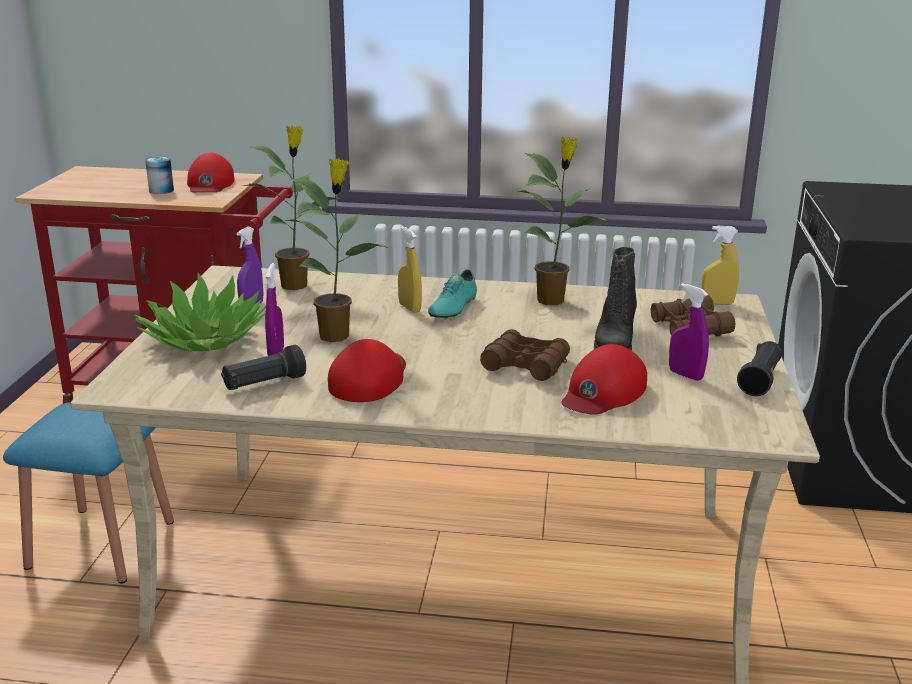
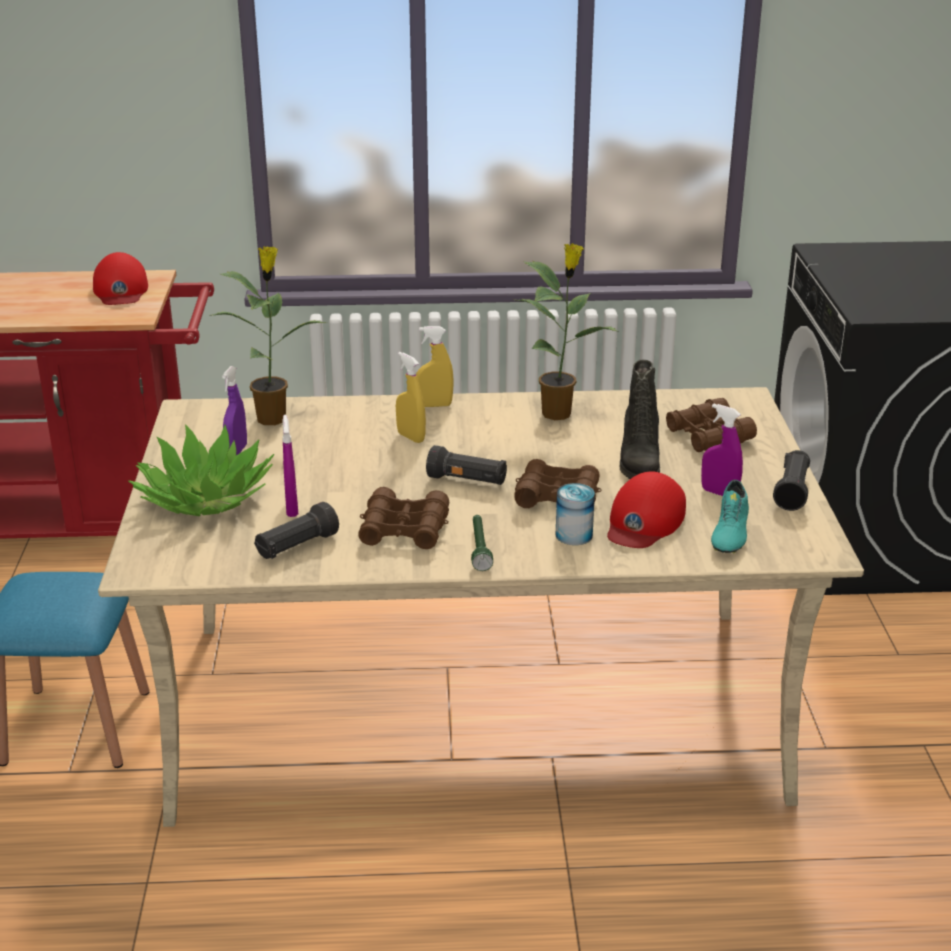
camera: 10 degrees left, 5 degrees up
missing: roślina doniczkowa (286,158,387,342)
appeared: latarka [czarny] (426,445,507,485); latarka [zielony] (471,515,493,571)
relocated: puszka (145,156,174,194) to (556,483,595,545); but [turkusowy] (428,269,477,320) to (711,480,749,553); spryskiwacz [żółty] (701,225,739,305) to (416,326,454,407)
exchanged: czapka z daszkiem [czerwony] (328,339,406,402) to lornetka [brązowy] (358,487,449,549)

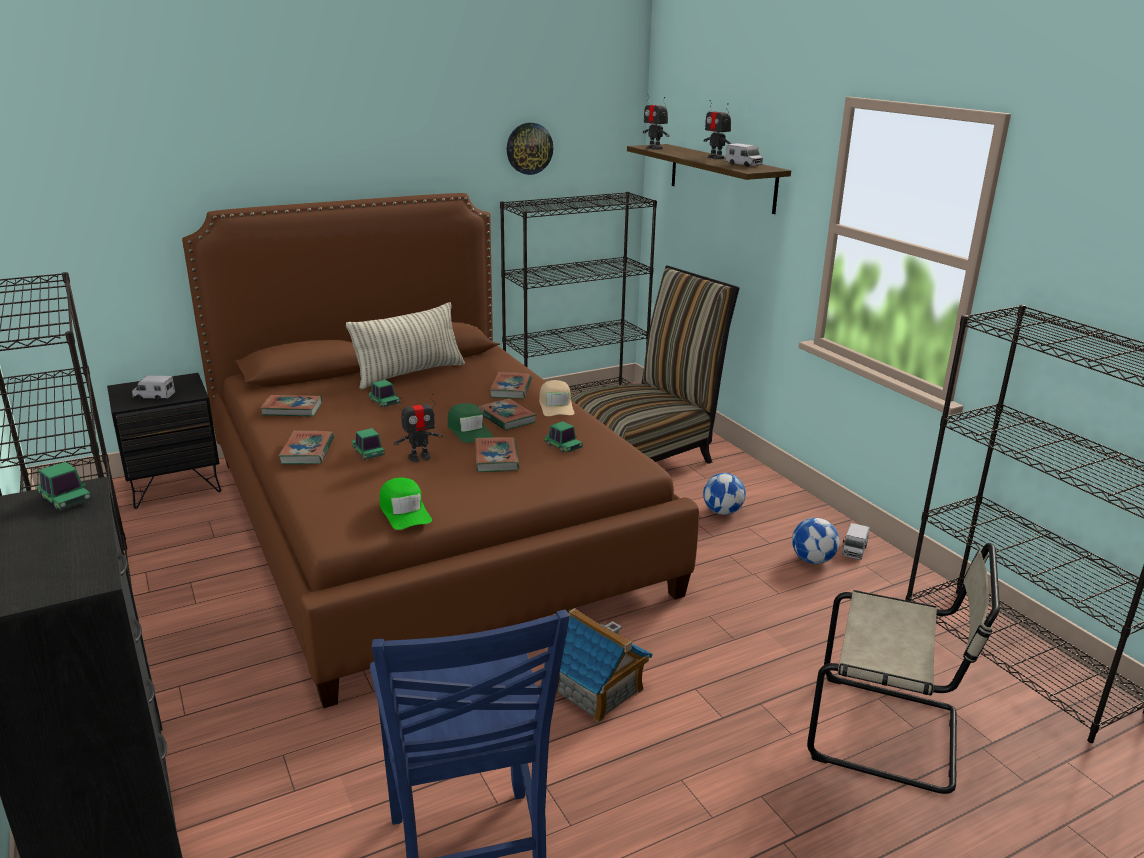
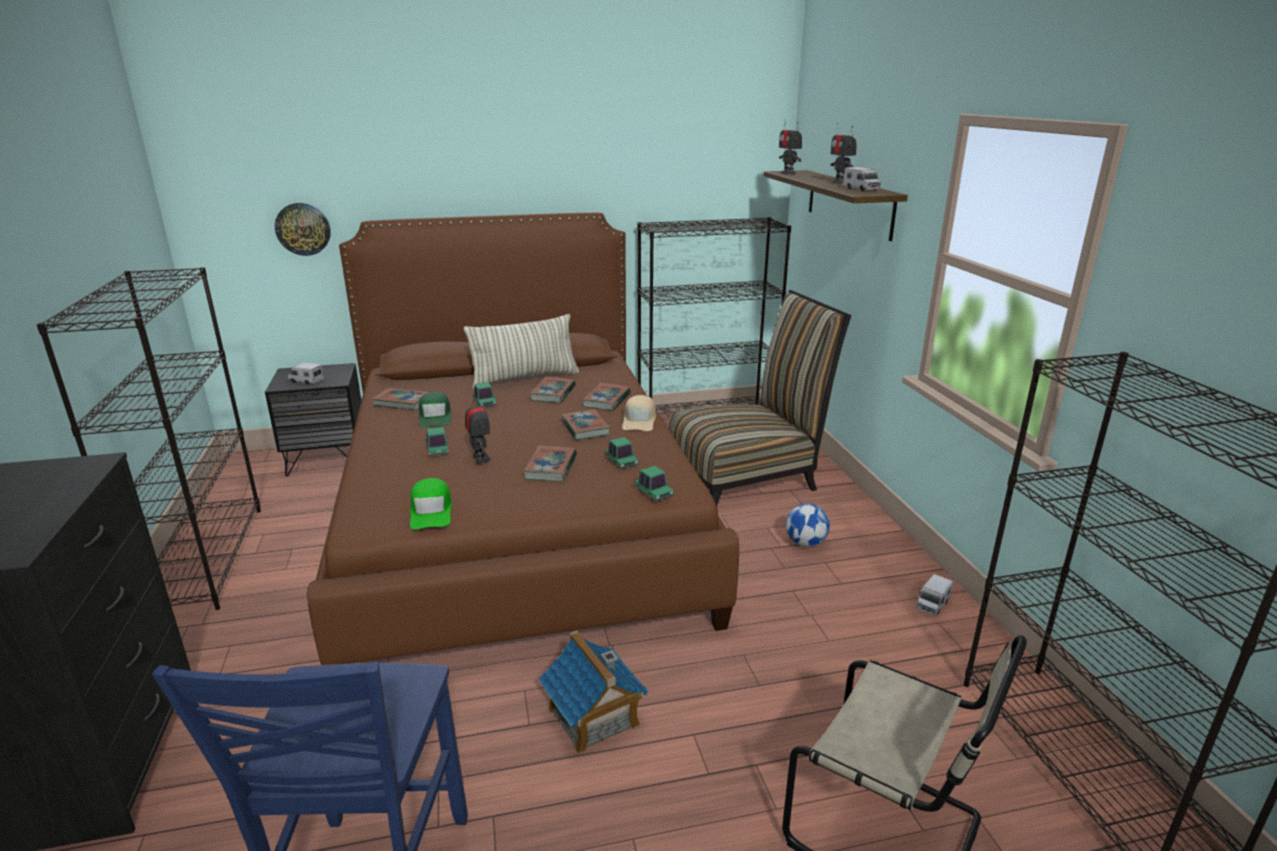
camera: 15 degrees right, 0 degrees up
missing: piłka futbolowa (792,518,840,564)
relocated: samochodzik (37,462,92,510) to (634,466,674,501); książka (278,431,334,464) to (529,377,576,403); czapka z daszkiem [zielony] (447,403,493,443) to (419,392,451,428); zegar ścienny (507,122,553,175) to (275,203,331,256)
spun: robot zabawkowy (394,393,443,462) = (465,394,490,464) 105 degrees counterclockwise

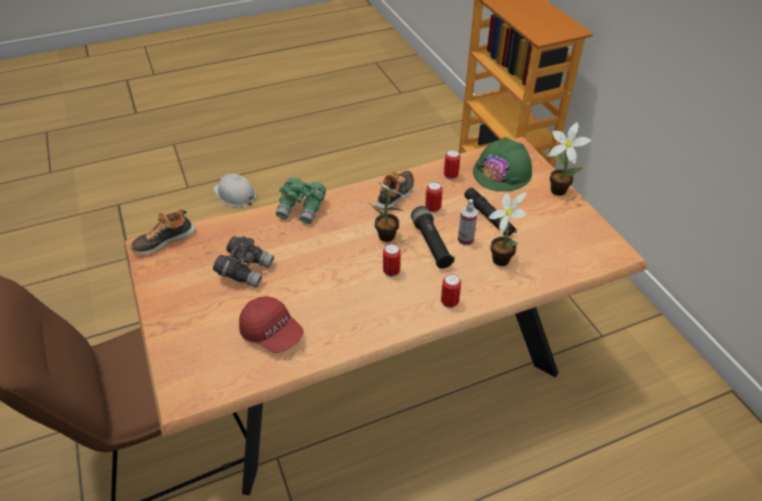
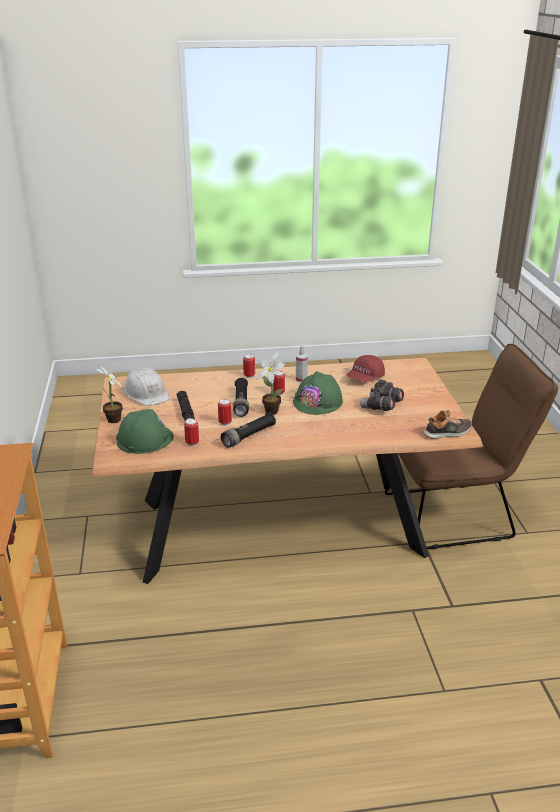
camera: 165 degrees left, 15 degrees down
missing: lornetka [zielony] (276,178,326,224); roślina doniczkowa (488,192,527,266)
appeared: kask [zielony] (293,371,343,415)
relocated: kask [biały] (213,173,256,207) to (124,367,169,406); spryskiwacz (458,199,478,246) to (296,345,308,383)
exchanged: but (375,170,414,210) to latarka [czarny] (221,413,276,448)
spun: czapka z daszkiem [czerwony] (239,296,304,353) = (346,355,385,382) 105 degrees counterclockwise

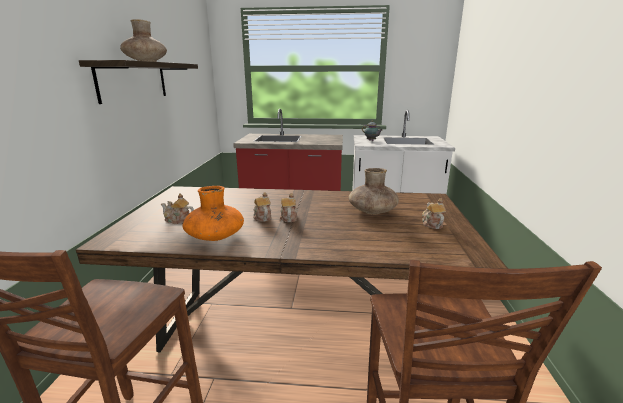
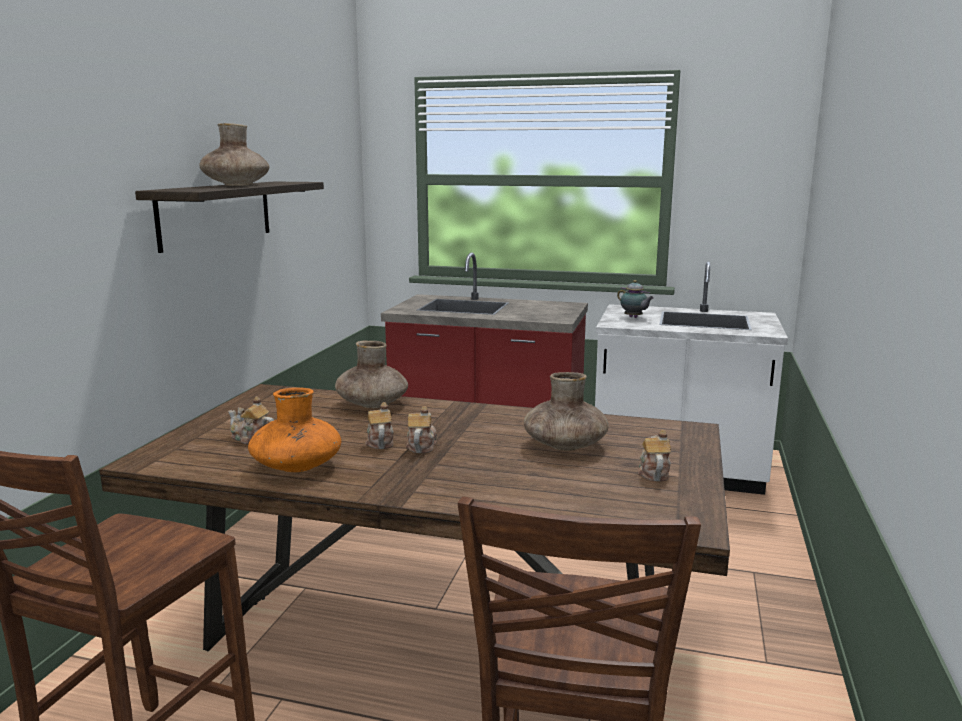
camera: 10 degrees right, 5 degrees down
appeared: wazon [brązowy] (335,341,408,408)

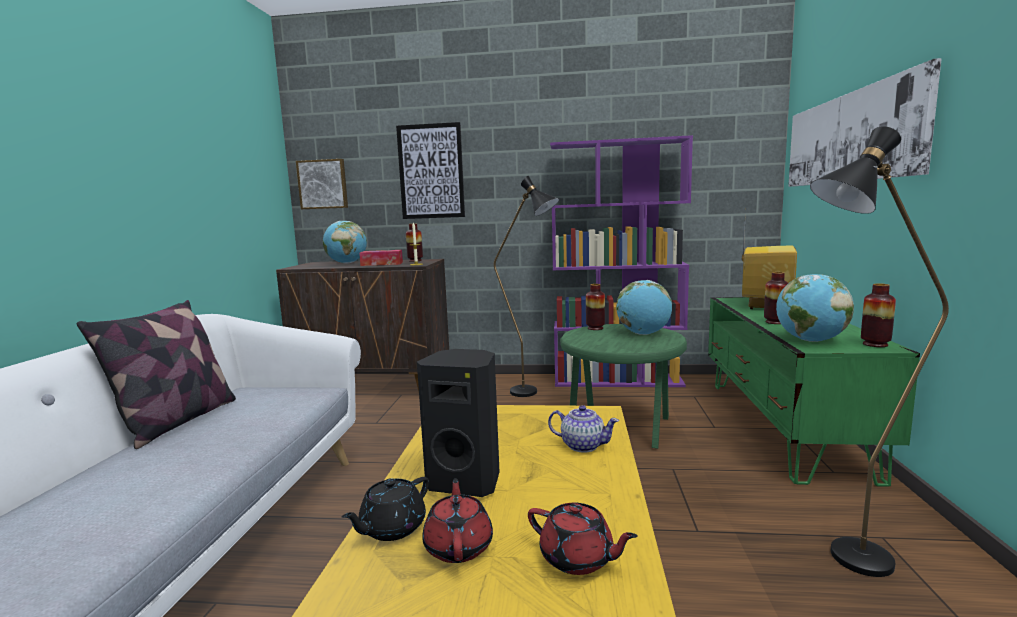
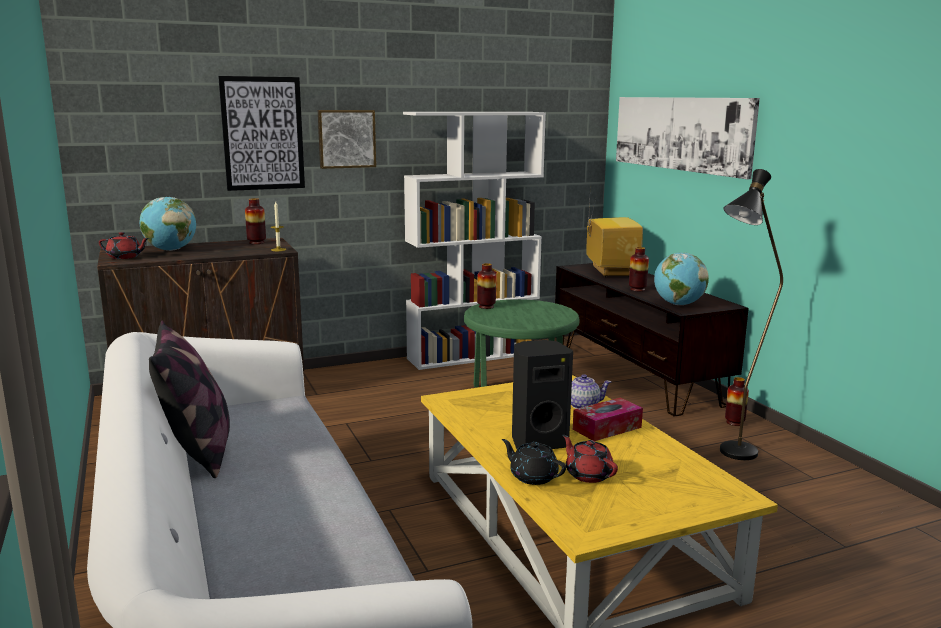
camera: 30 degrees left, 5 degrees up
missing: lampa stojąca [czarny] (494,176,559,397); globus (616,280,672,335)
relocated: obraz (296,159,348,209) to (318,110,376,169); pudełko chusteczek (359,250,403,266) to (573,397,643,441); imbryk [czerwony] (528,503,638,575) to (99,232,149,259); wazon (861,284,896,347) to (725,377,749,426)
colour: regał [fioletowy] (550,135,693,387) to regał [biały] (403,112,546,370); szafka pod telewizor [zielony] (708,297,920,487) to szafka pod telewizor [brązowy] (555,263,749,416)
spun: imbryk [czarny] (342,477,429,541) = (502,439,566,485) 120 degrees clockwise

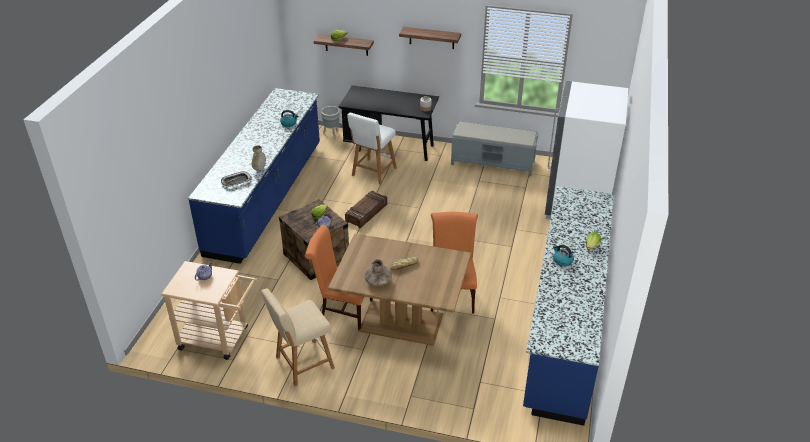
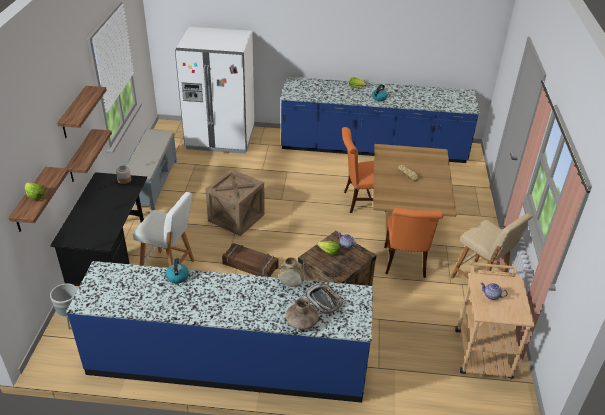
camera: 100 degrees left, 0 degrees up
appeared: półka (66,129,112,182); skrzynka (205,169,265,236)
relocated: wazon [brązowy] (365,259,392,286) to (286,297,319,329)

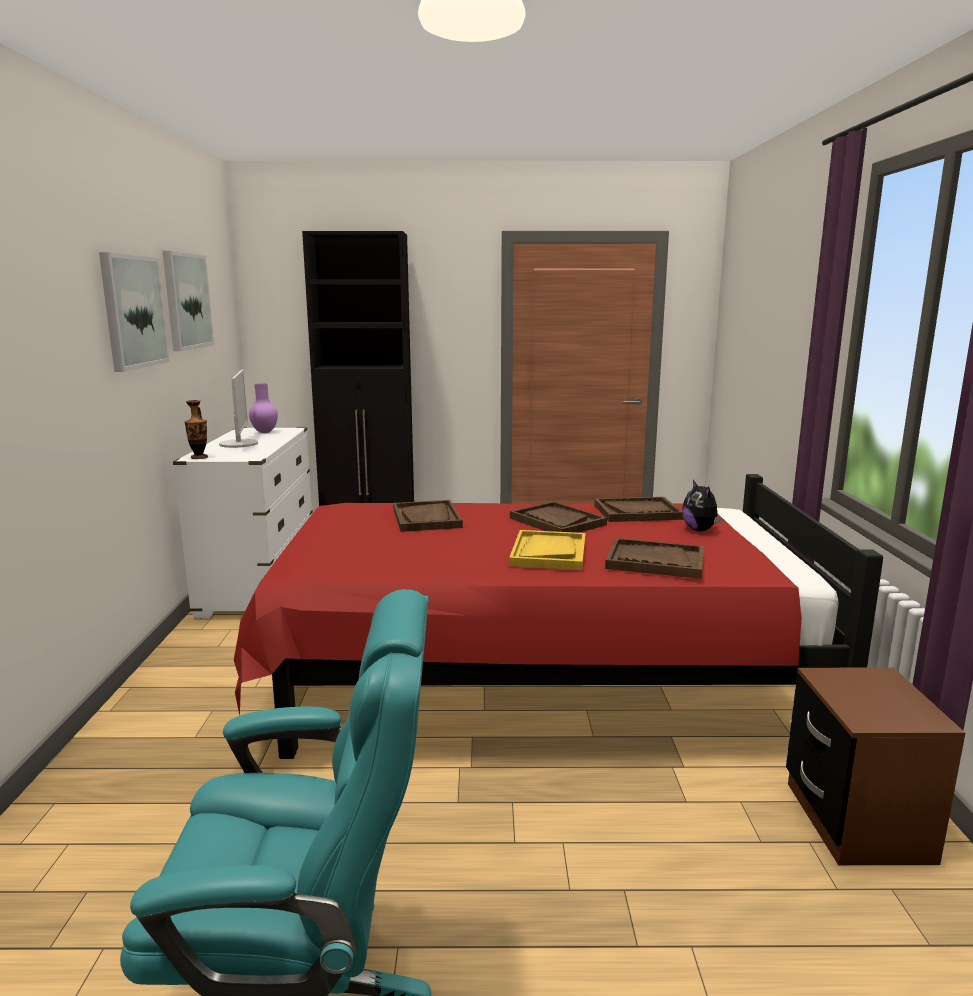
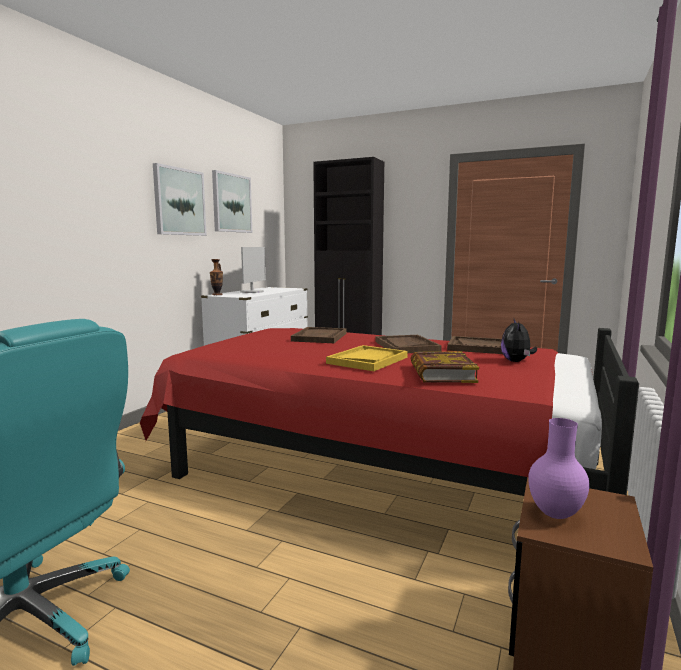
camera: 25 degrees right, 5 degrees down
relocated: wazon [fioletowy] (249,383,278,433) to (528,418,589,519)
exchanged: taca [brązowy] (605,538,704,579) to książka (410,352,479,383)

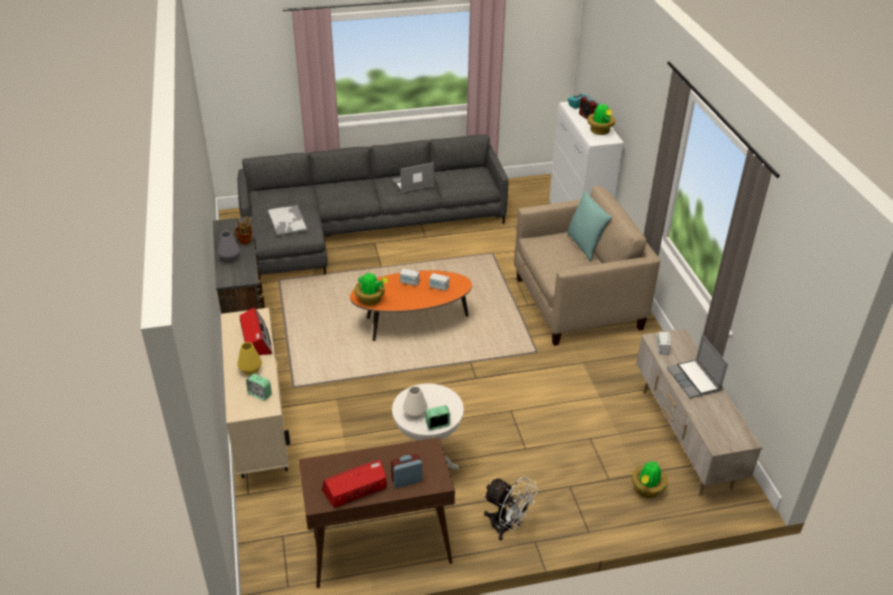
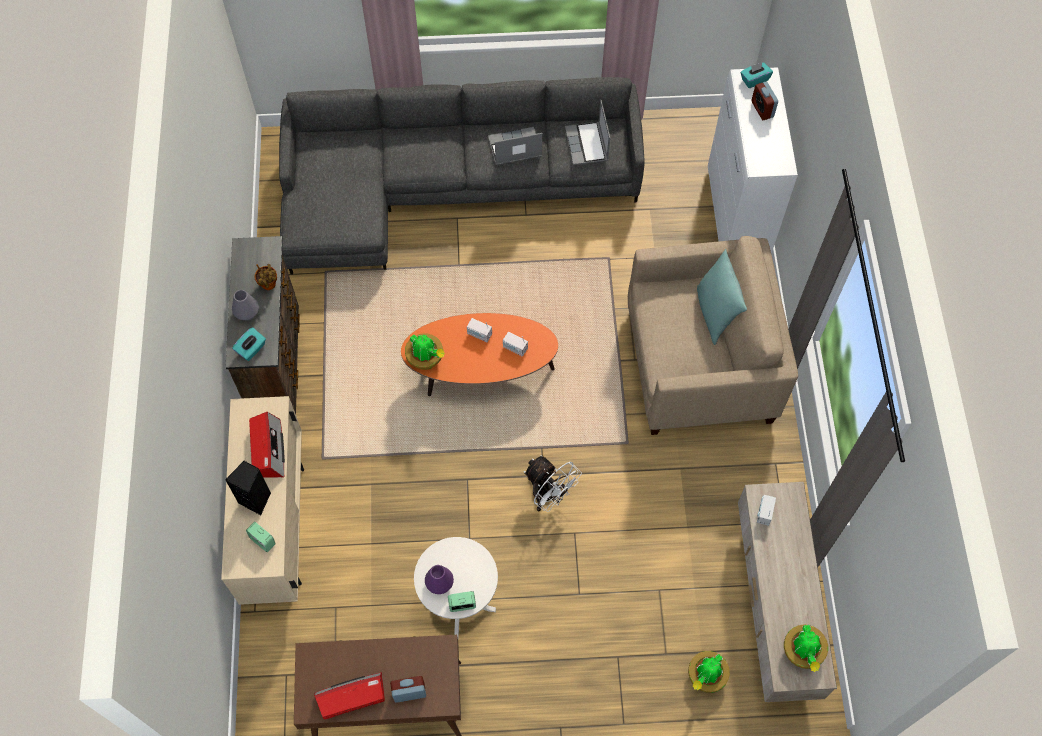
camera: 10 degrees right, 25 degrees up
missing: taca (267,204,308,236)
appeared: pudełko chusteczek [turkusowy] (232,327,266,361)
relocated: wentylator [biały] (484,477,538,540) to (524,455,582,512); roślina doniczkowa (587,102,615,135) to (784,623,828,672); laptop (667,334,728,398) to (565,100,610,165)
exchanged: wazon [żółty] (237,342,262,375) to głośnik [czarny] (225,461,271,515)
colour: wazon [biały] (403,386,428,419) to wazon [fioletowy] (425,565,454,594)

